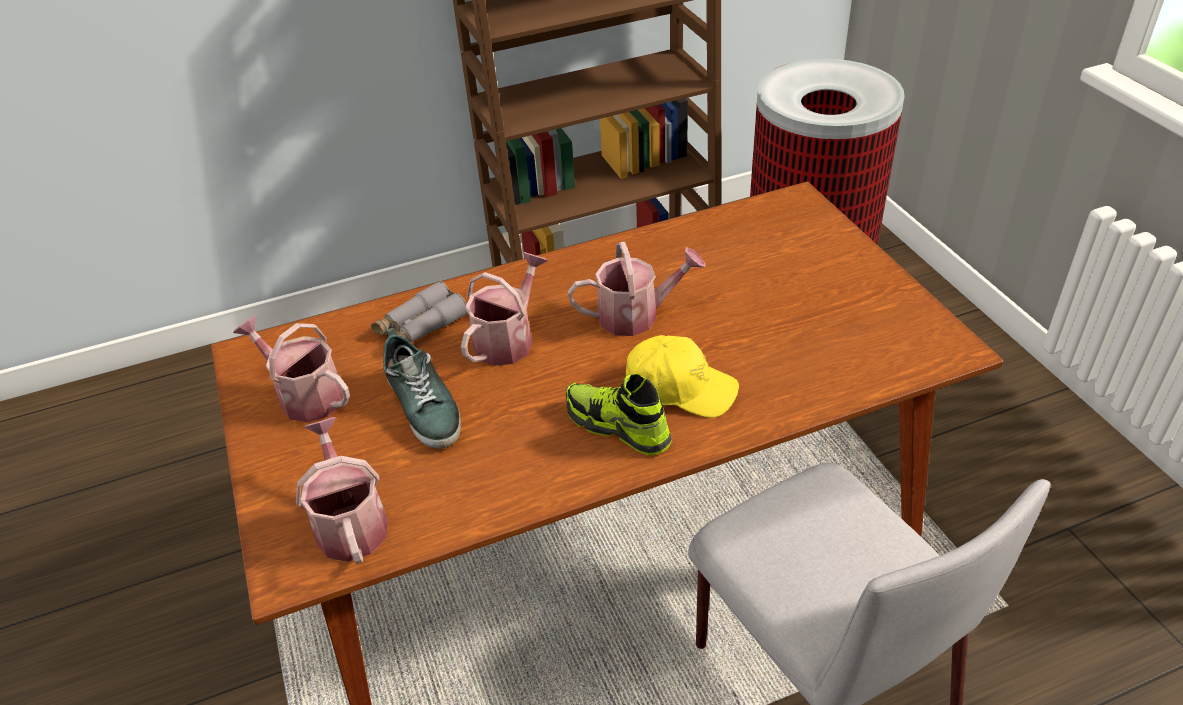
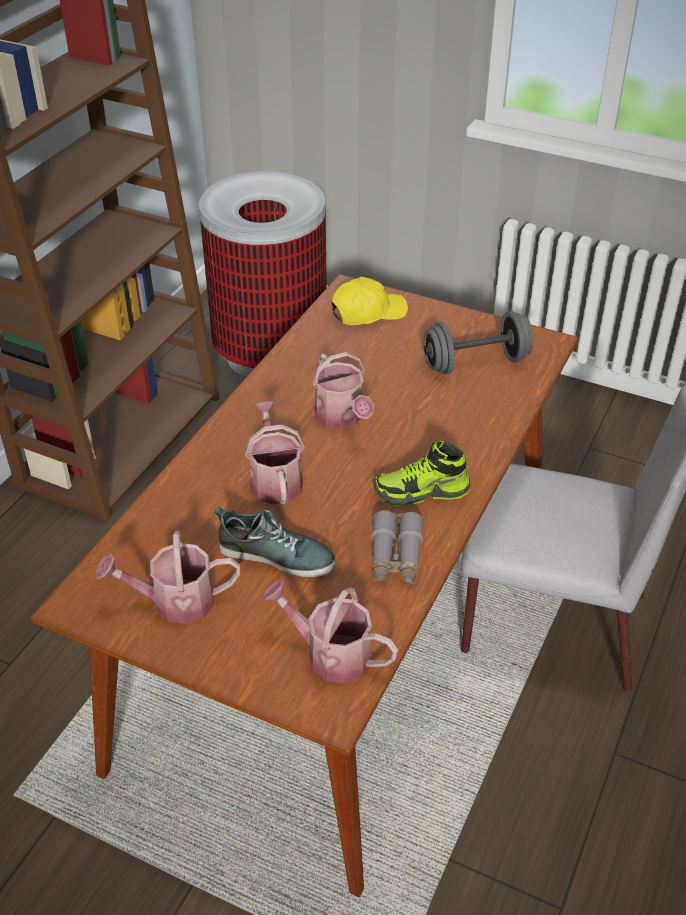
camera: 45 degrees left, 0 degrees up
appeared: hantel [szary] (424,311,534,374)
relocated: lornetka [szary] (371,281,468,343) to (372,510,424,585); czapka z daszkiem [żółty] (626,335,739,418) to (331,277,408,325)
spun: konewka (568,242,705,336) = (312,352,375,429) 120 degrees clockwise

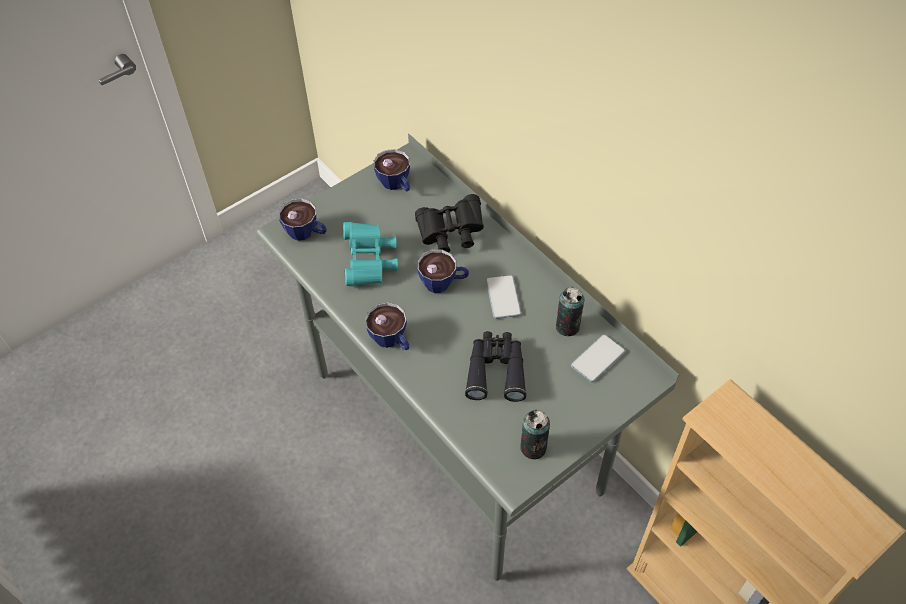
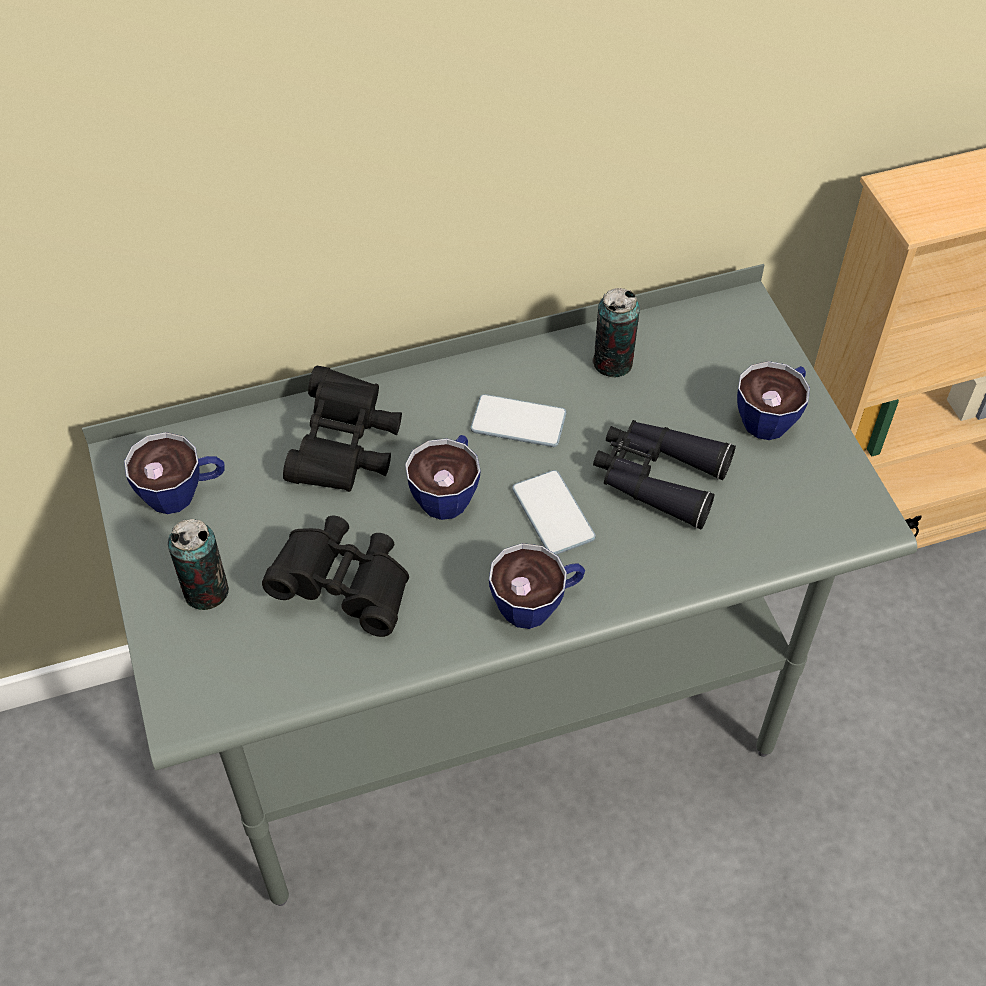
camera: 70 degrees left, 0 degrees up
relocated: filiżanka (279,198,327,241) to (737,361,810,440); puszka (520,410,550,460) to (168,519,229,610); telefon (571,334,625,382) to (512,470,596,555)
colour: lornetka [turkusowy] (343,222,398,286) to lornetka [czarny] (262,516,409,637)

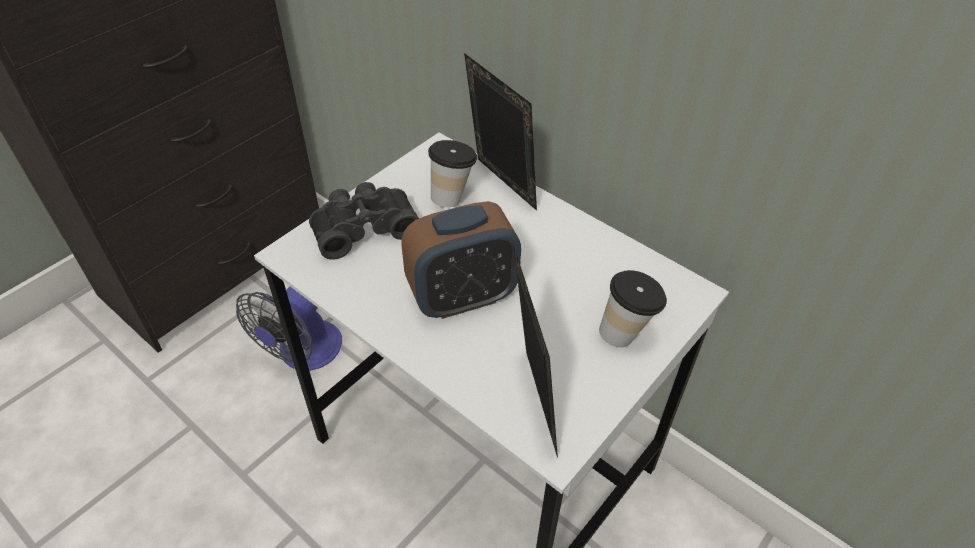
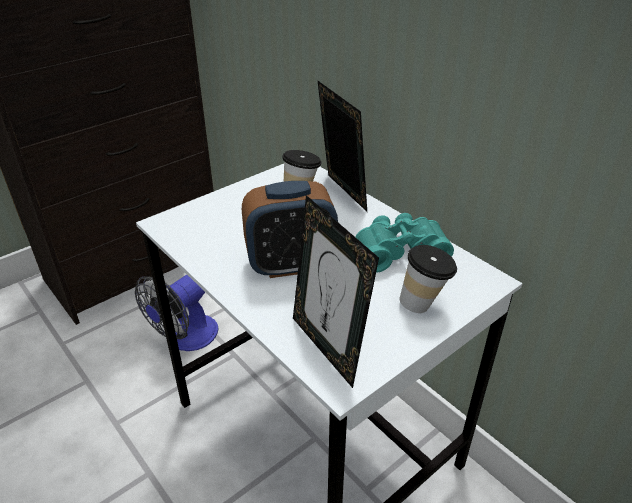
camera: 10 degrees right, 10 degrees down
missing: lornetka [czarny] (309,182,419,260)
appeared: lornetka [turkusowy] (356,213,454,273)
spun: ramka na zdjęcie (513,244,558,458) = (293,195,379,388) 150 degrees clockwise

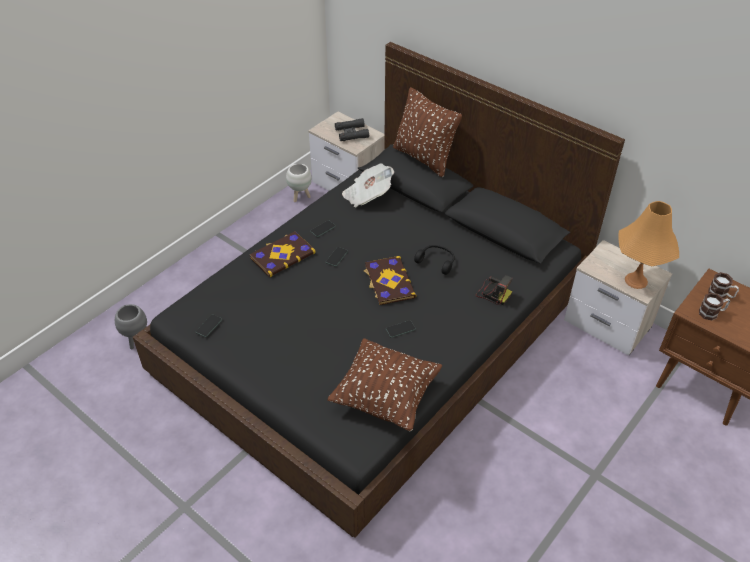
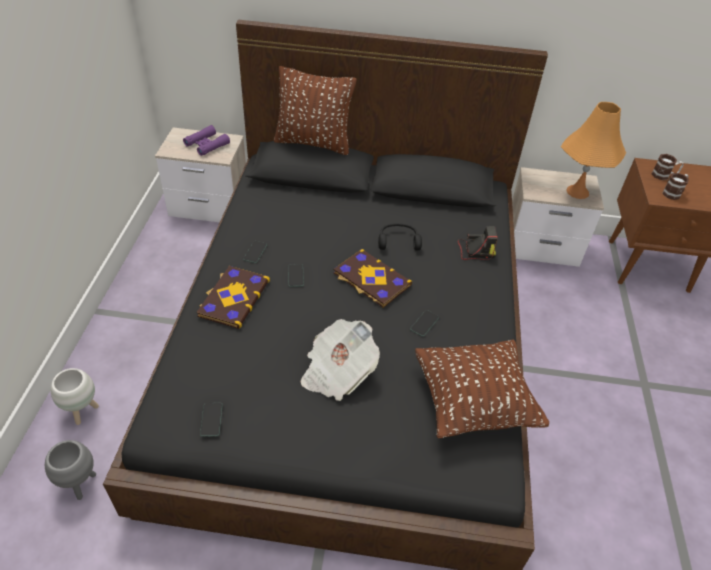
camera: 35 degrees left, 0 degrees up
relocated: donica [biały] (286,164,312,202) to (50,368,99,425); gazeta (342,164,394,208) to (301,319,380,401)
colour: lornetka [czarny] (335,118,369,141) to lornetka [fioletowy] (183,125,230,156)

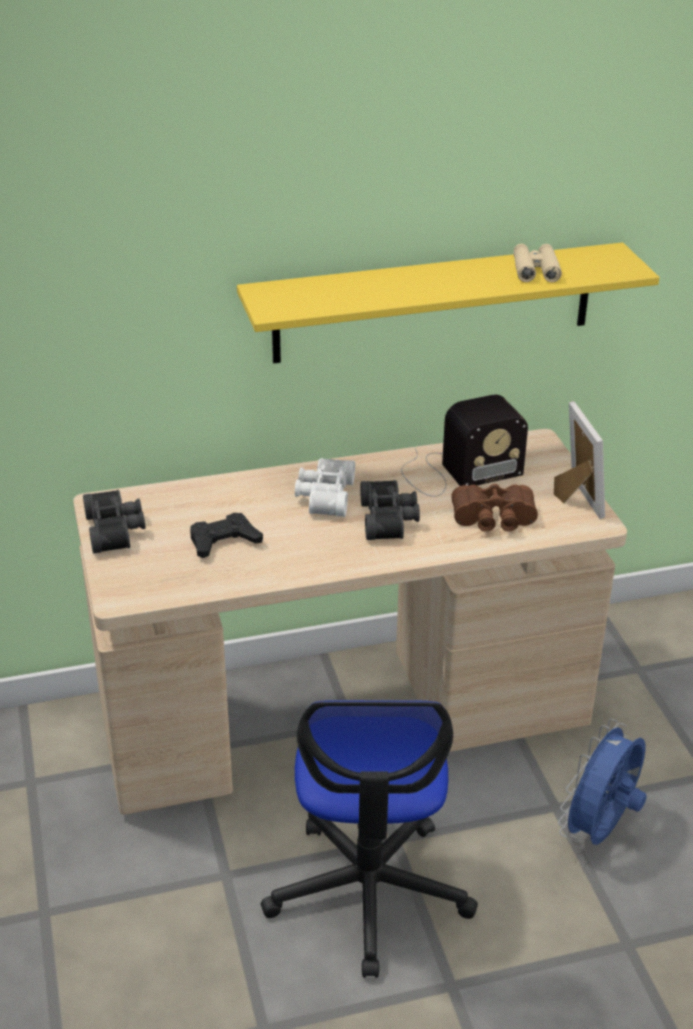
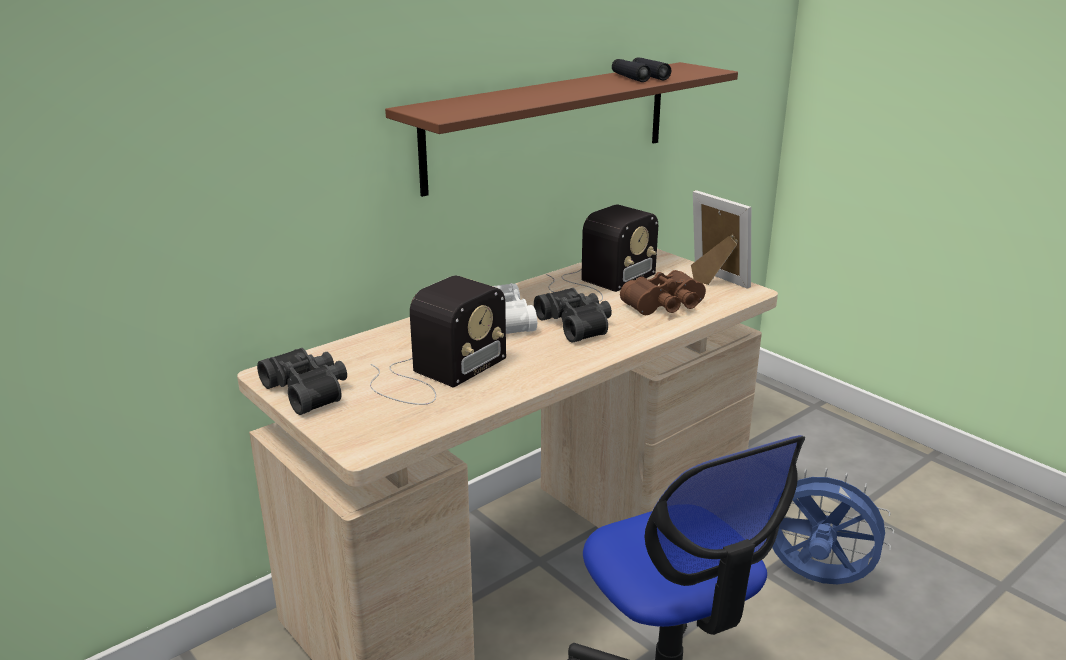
camera: 25 degrees left, 10 degrees down
exchanged: pad do gier [czarny] (190,513,263,558) to radio (370,275,506,405)
colour: półka [żółty] (237,242,660,364) to półka [brązowy] (385,62,738,197); lornetka [beżowy] (514,244,562,282) to lornetka [czarny] (612,57,671,82)
spun: wentylator [niebieski] (558,719,647,845) = (772,468,894,584) 105 degrees clockwise

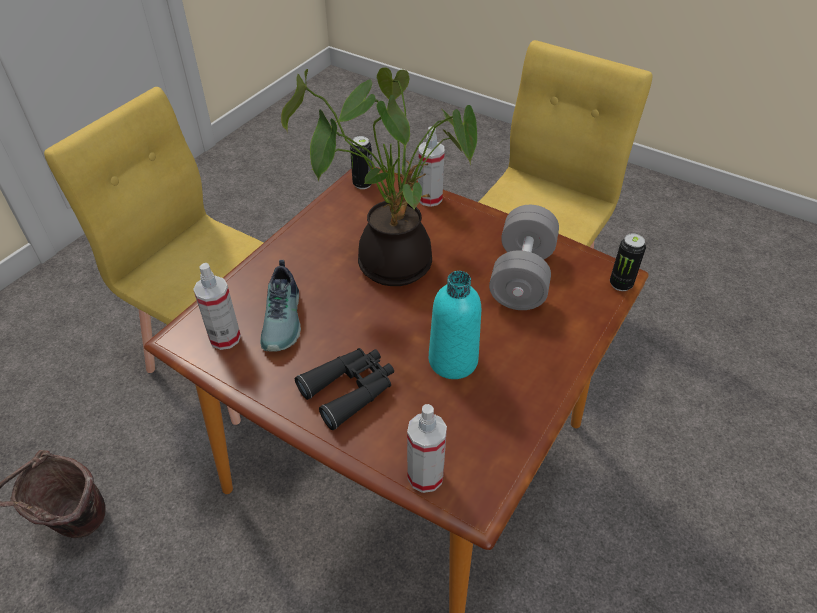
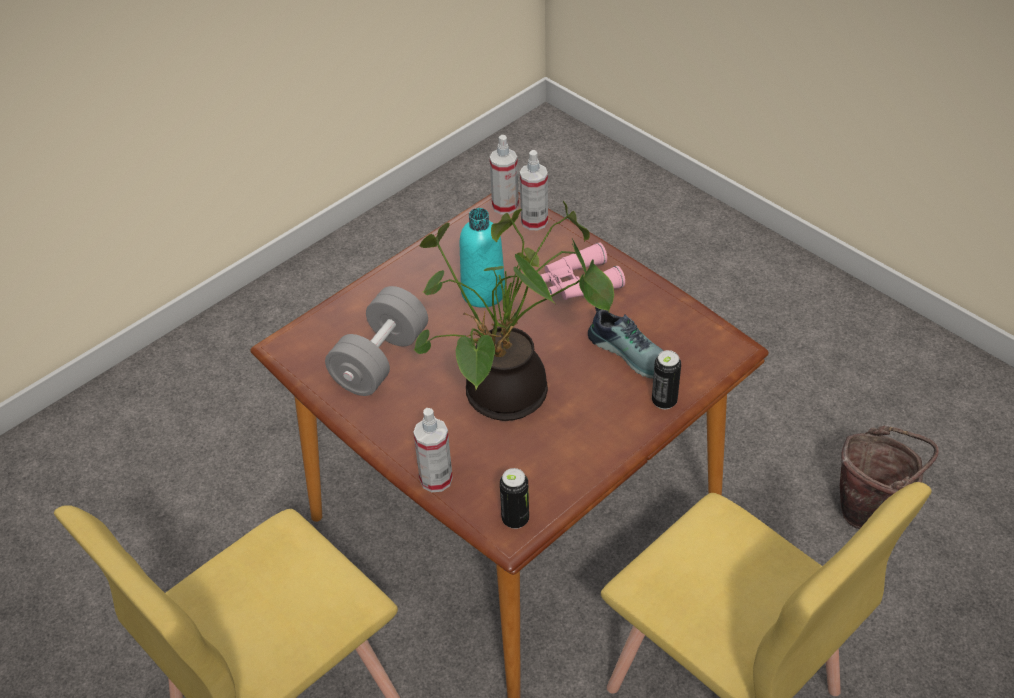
camera: 165 degrees left, 0 degrees up
relocated: spryskiwacz (193,263,241,350) to (490,135,519,214); puszka (610,234,646,291) to (652,350,681,409)
colour: lornetka [czarny] (295,348,394,430) to lornetka [różowy] (540,242,625,300)
spun: but (260,260,301,352) = (588,307,664,379) 120 degrees clockwise

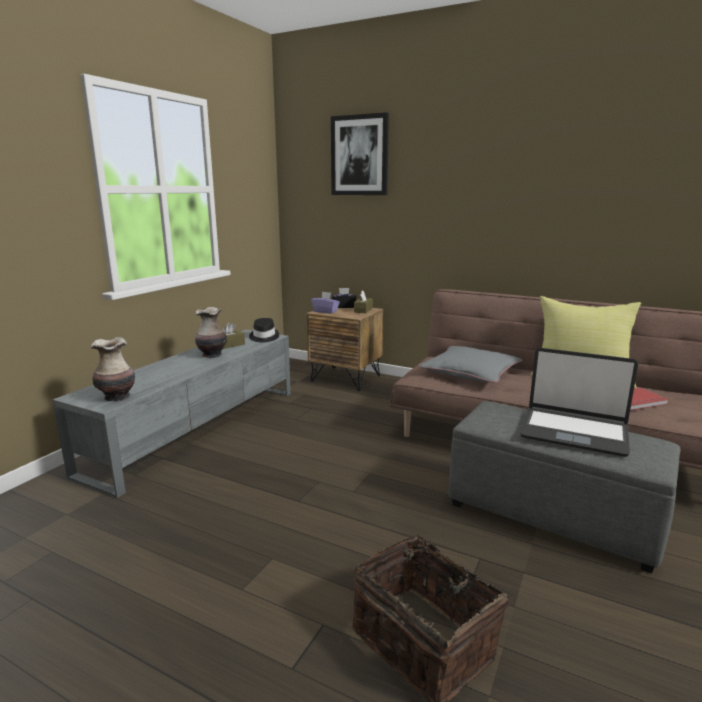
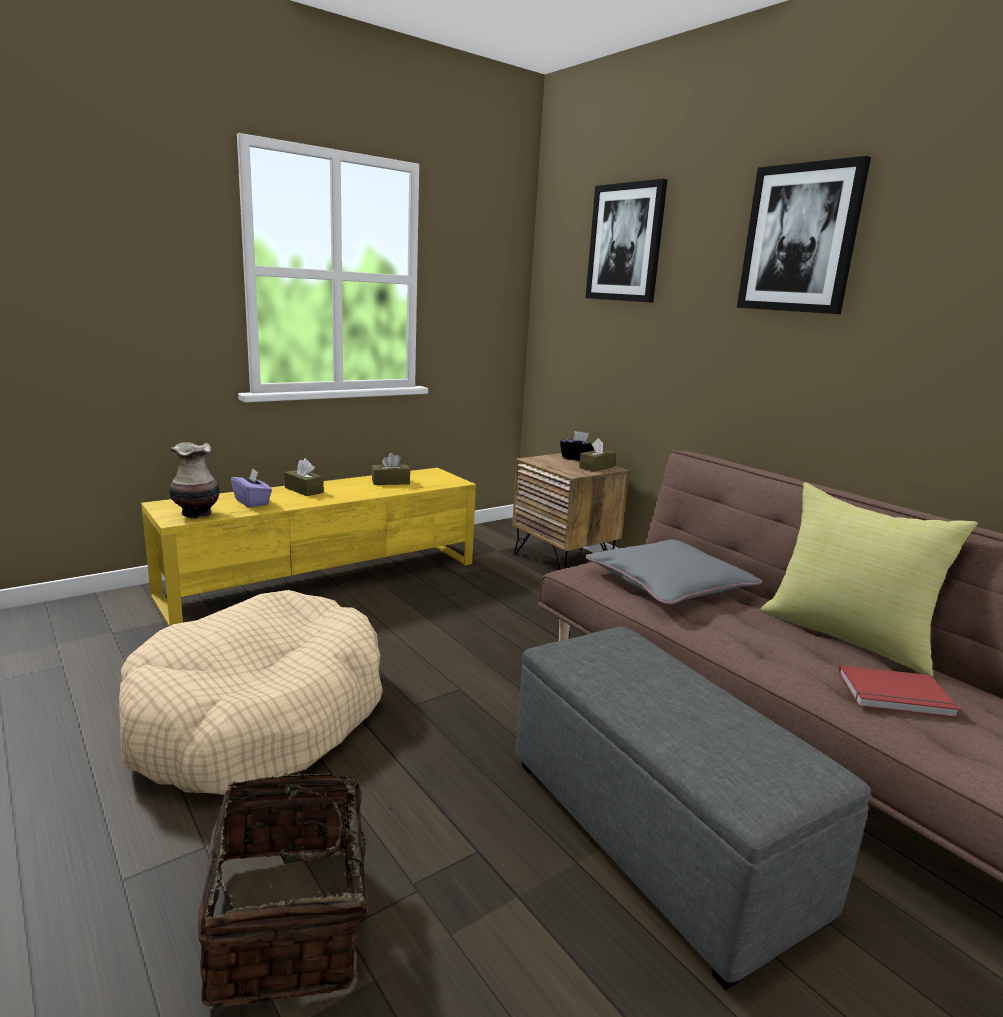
camera: 25 degrees right, 0 degrees up
missing: wazon (195,307,227,358); kapelusz [czarny] (249,318,279,342); laptop (520,348,638,457)
appeared: legowisko [beżowy] (119,590,383,795); pudełko chusteczek [brązowy] (285,458,324,496); obraz (737,156,871,314)
relocated: pudełko chusteczek [fioletowy] (311,292,340,314) to (231,468,272,508)
colour: szafka pod telewizor [szary] (52,330,291,498) to szafka pod telewizor [żółty] (141,468,476,626)

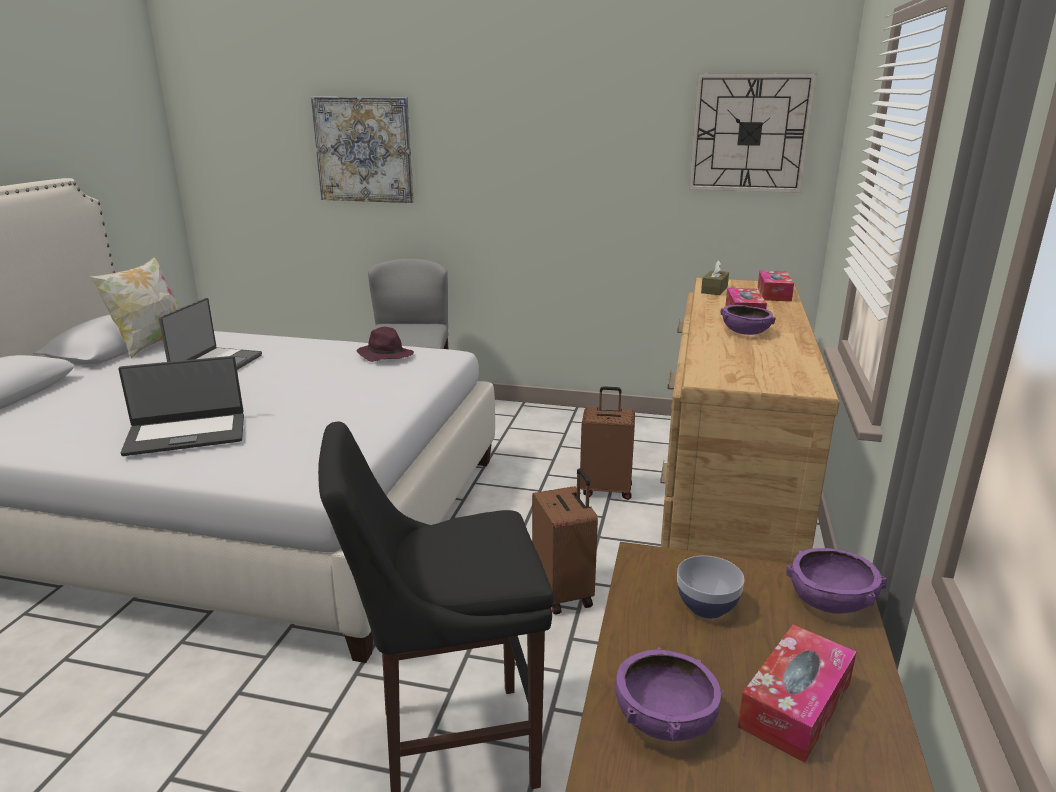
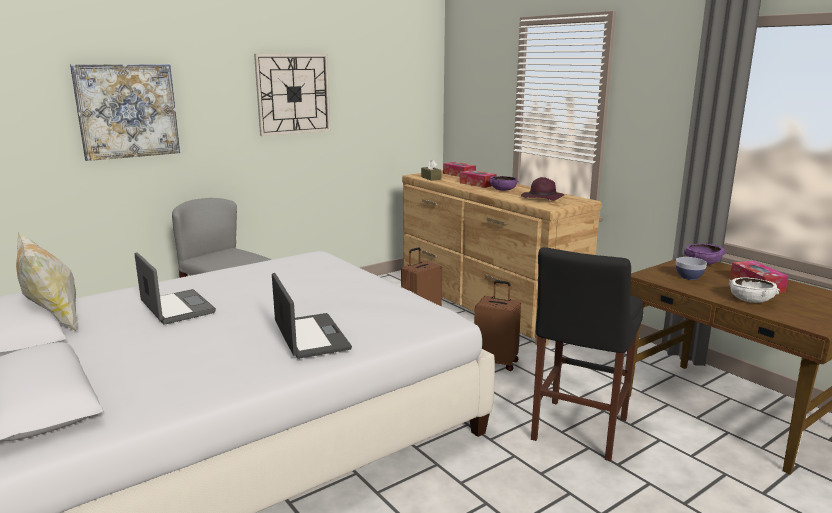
camera: 50 degrees left, 5 degrees down
relocated: kapelusz [fioletowy] (356,326,414,362) to (521,177,564,201); zegar ścienny (689,73,817,193) to (254,54,331,136)
colour: miska [fioletowy] (615,647,724,741) to miska [biały] (729,277,779,303)
spun: laptop (118,356,244,456) = (272,273,352,359) 45 degrees counterclockwise

